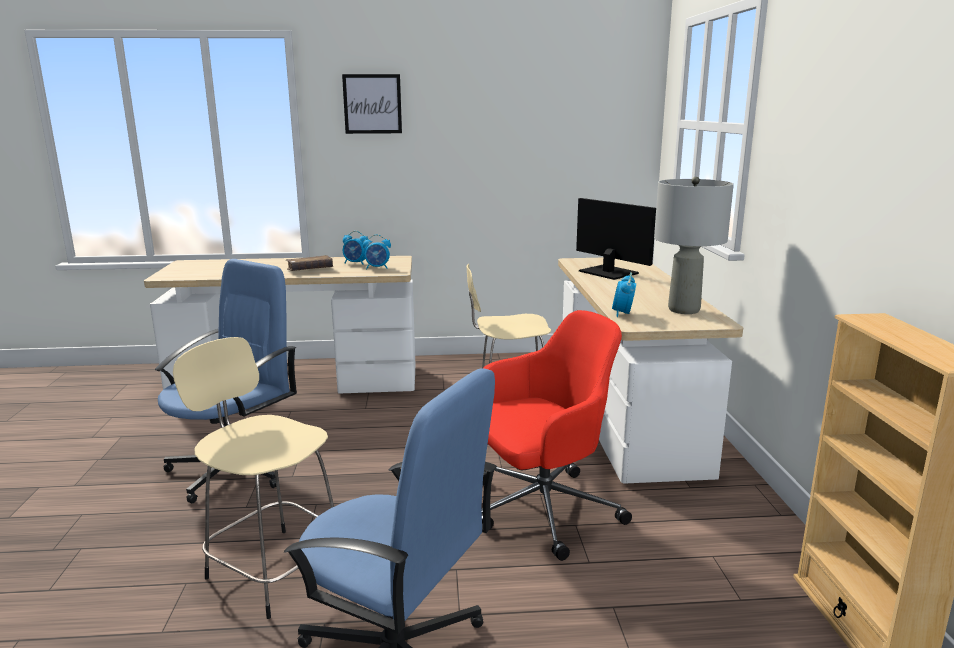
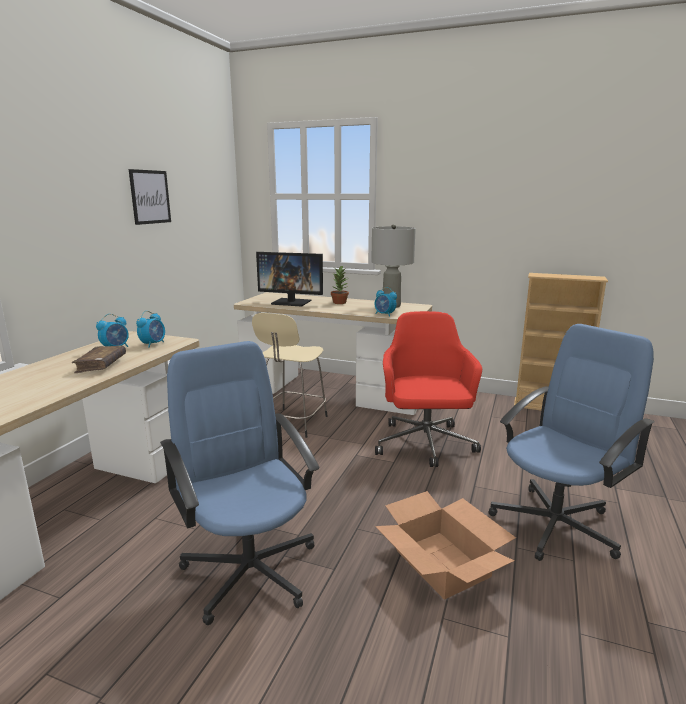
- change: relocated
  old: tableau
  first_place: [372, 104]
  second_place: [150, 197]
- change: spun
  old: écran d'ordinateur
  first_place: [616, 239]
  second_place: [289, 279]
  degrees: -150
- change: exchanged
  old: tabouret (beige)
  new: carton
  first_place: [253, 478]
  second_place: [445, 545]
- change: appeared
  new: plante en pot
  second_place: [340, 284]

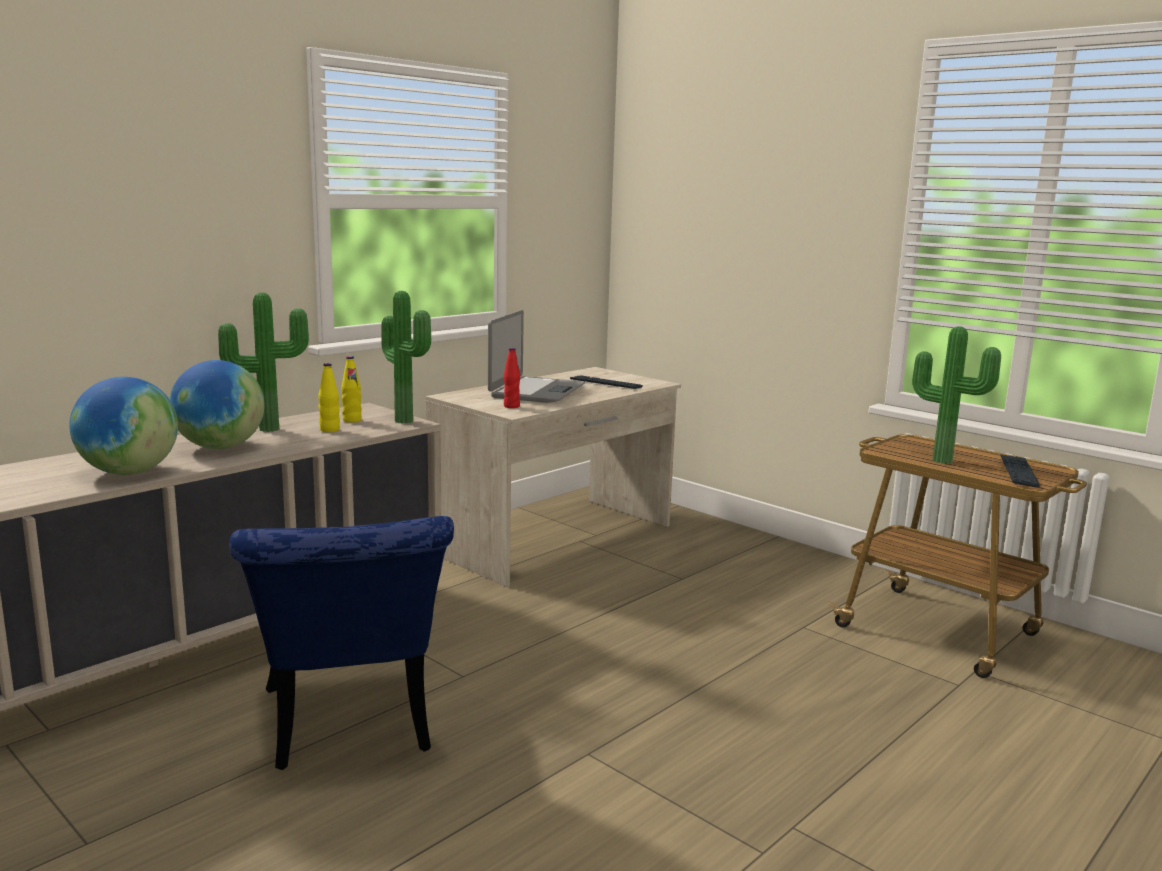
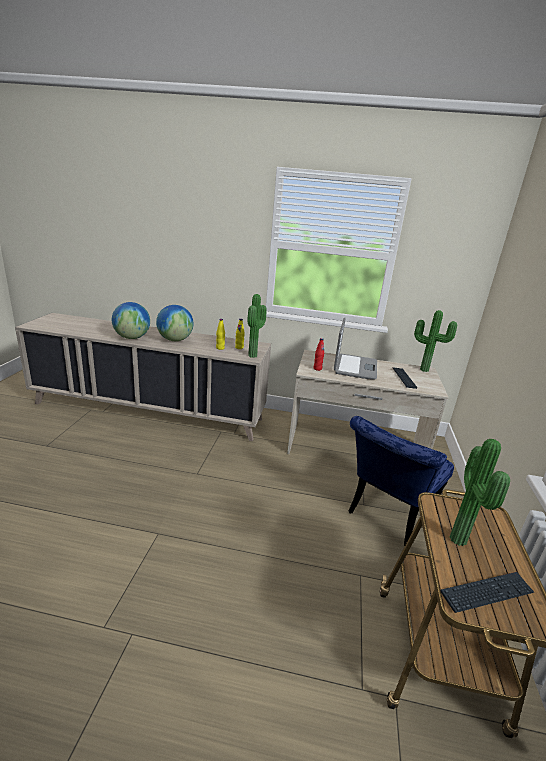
- change: relocated
  old: plante en pot
  first_place: [263, 362]
  second_place: [435, 341]
- change: spun
  old: ordinateur portable
  first_place: [536, 356]
  second_place: [355, 348]
  degrees: -60
- change: relocated
  old: chaise (bleu)
  first_place: [341, 643]
  second_place: [401, 481]

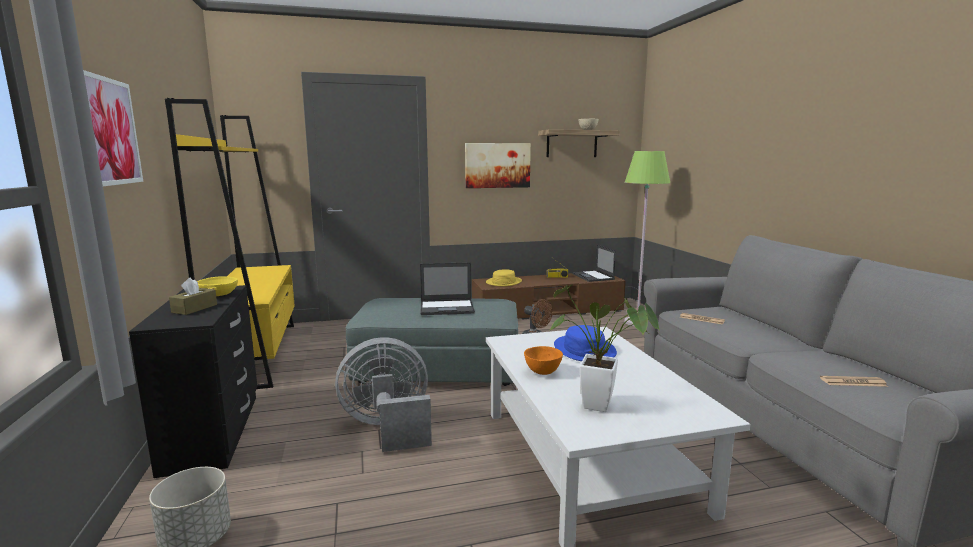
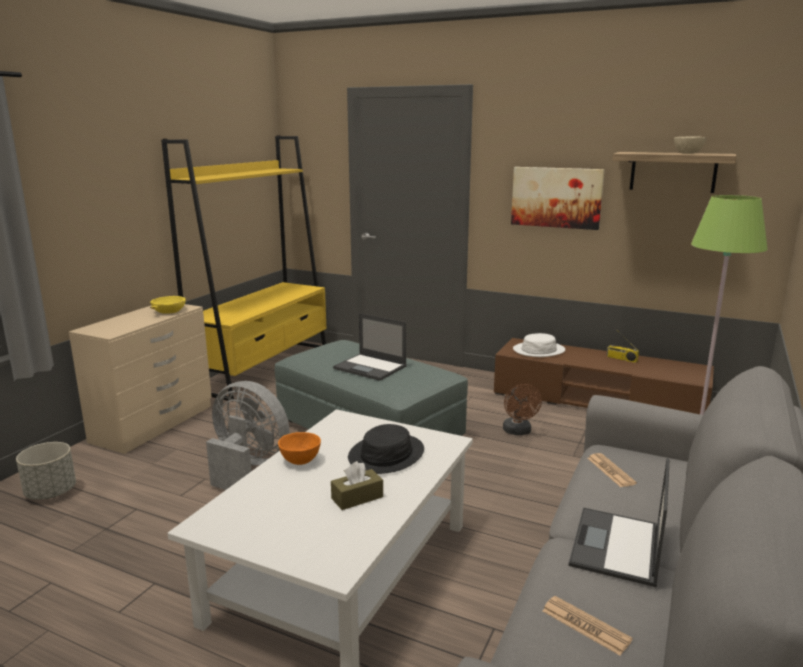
- change: missing
  old: tableau
  first_place: [113, 128]
- change: relocated
  old: ordinateur portable
  first_place: [594, 263]
  second_place: [619, 523]
- change: colour
  old: chapeau (jaune)
  new: chapeau (blanc)
  first_place: [504, 277]
  second_place: [539, 345]
- change: relocated
  old: boîte à mouchoirs (marron)
  first_place: [193, 296]
  second_place: [357, 485]
- change: missing
  old: plante en pot
  first_place: [605, 348]
- change: colour
  old: commode (noir)
  new: commode (beige)
  first_place: [193, 381]
  second_place: [140, 379]
- change: colour
  old: chapeau (bleu)
  new: chapeau (noir)
  first_place: [585, 343]
  second_place: [386, 449]

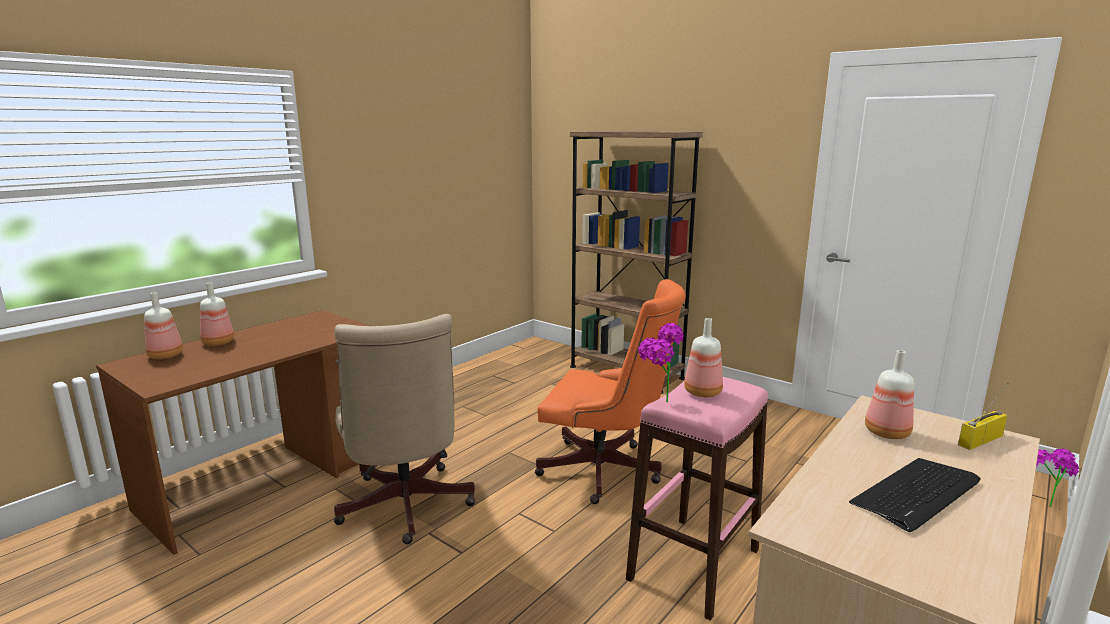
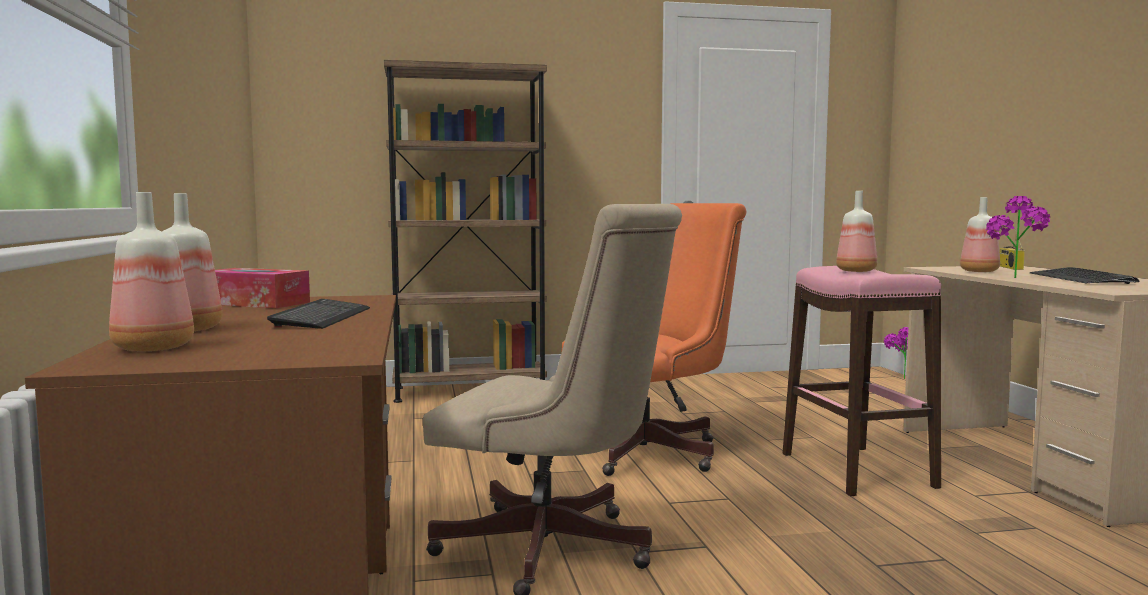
- change: relocated
  old: plante en pot
  first_place: [661, 362]
  second_place: [1018, 237]
- change: appeared
  new: boîte à mouchoirs
  second_place: [262, 288]
- change: appeared
  new: clavier
  second_place: [318, 314]

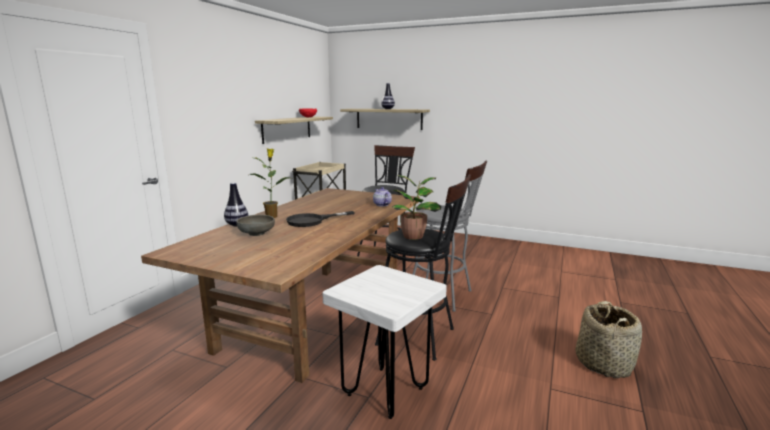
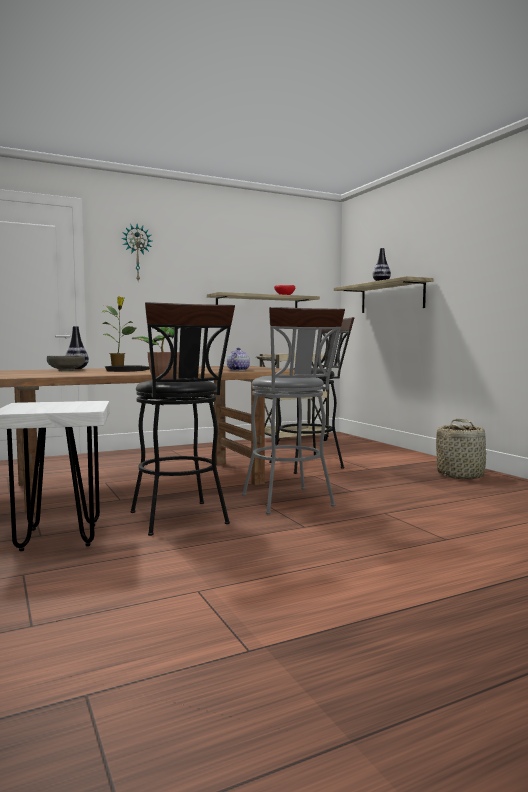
- change: relocated
  old: panier
  first_place: [609, 339]
  second_place: [461, 449]
- change: appeared
  new: horloge murale
  second_place: [136, 252]

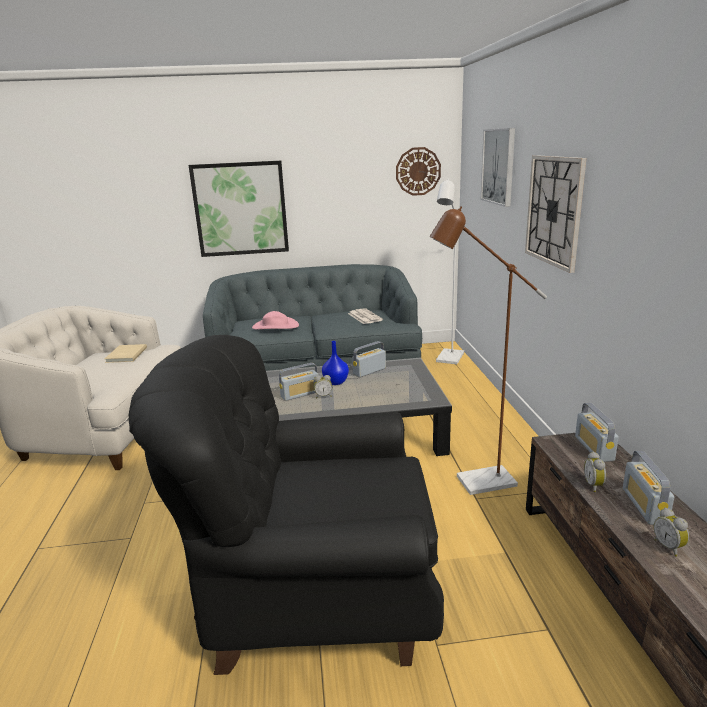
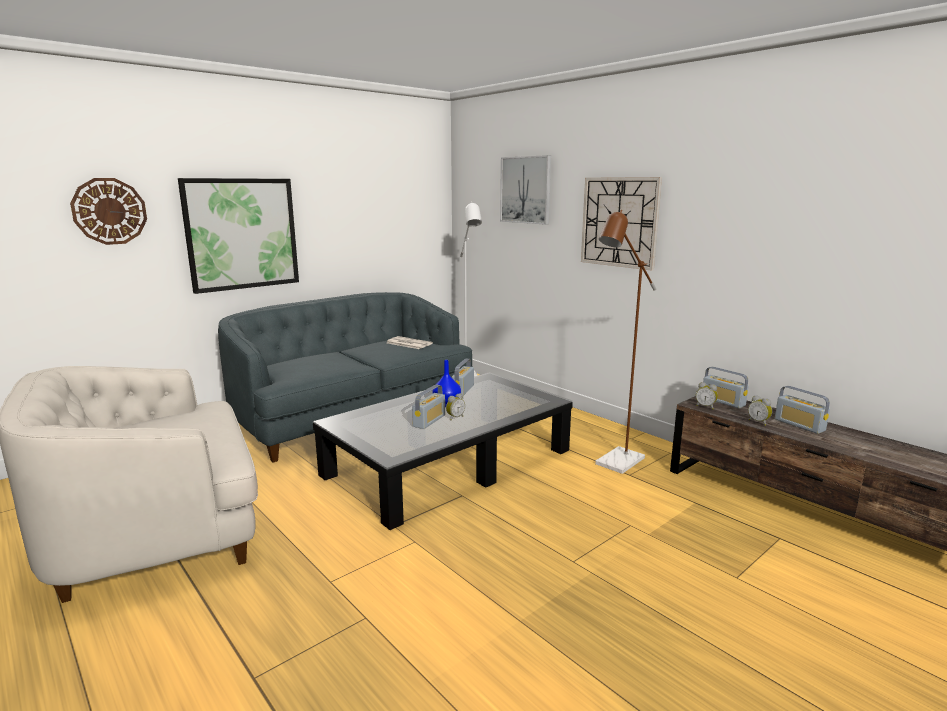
- change: relocated
  old: horloge murale
  first_place: [418, 171]
  second_place: [108, 211]
- change: missing
  old: chapeau (rose)
  first_place: [275, 320]
- change: missing
  old: fauteuil (noir)
  first_place: [286, 505]
- change: missing
  old: livre (beige)
  first_place: [125, 353]
- change: relocated
  old: réveil
  first_place: [671, 532]
  second_place: [707, 395]

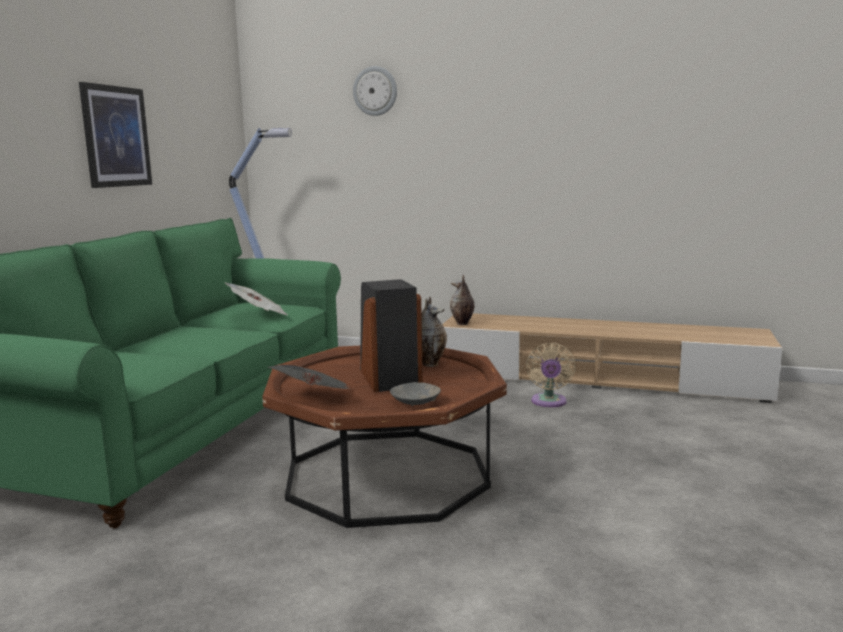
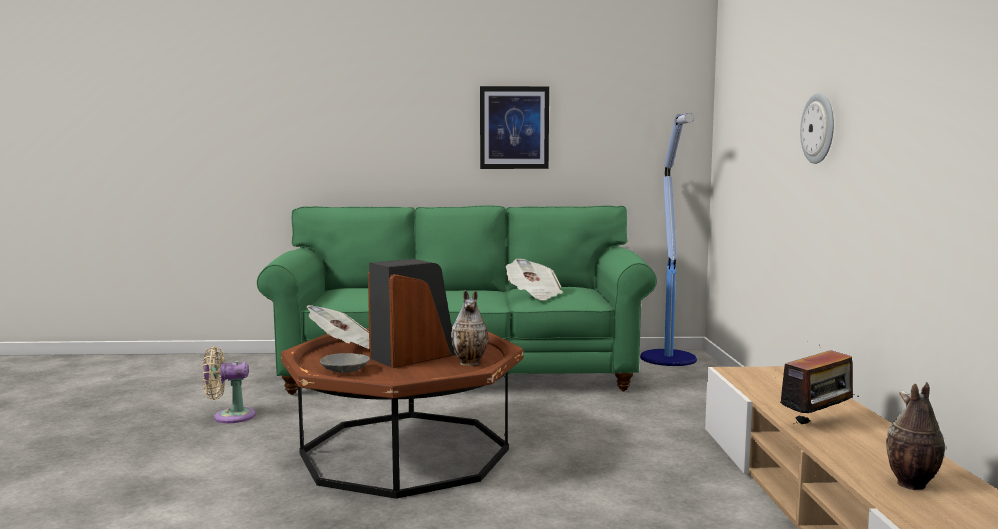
- change: relocated
  old: horloge murale
  first_place: [375, 91]
  second_place: [817, 128]
- change: relocated
  old: vase
  first_place: [462, 300]
  second_place: [915, 436]
- change: relocated
  old: ventilateur (beige)
  first_place: [551, 375]
  second_place: [229, 384]
- change: appeared
  new: radio
  second_place: [817, 384]

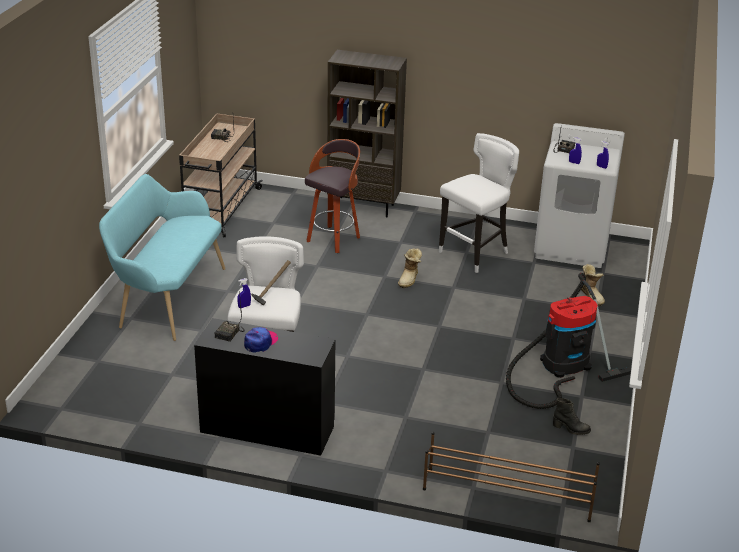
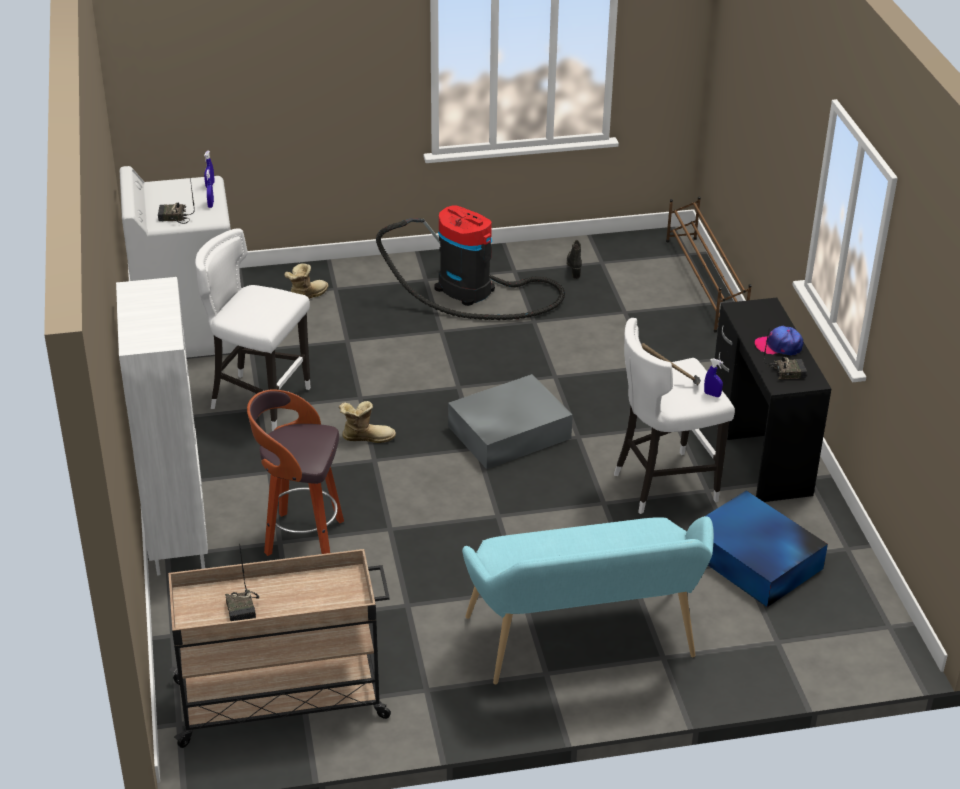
- change: colour
  old: bibliothèque (marron)
  new: bibliothèque (blanc)
  first_place: [367, 133]
  second_place: [162, 426]
- change: appeared
  new: boîte de rangement (gris)
  second_place: [510, 421]
- change: appeared
  new: boîte de rangement (bleu)
  second_place: [758, 548]

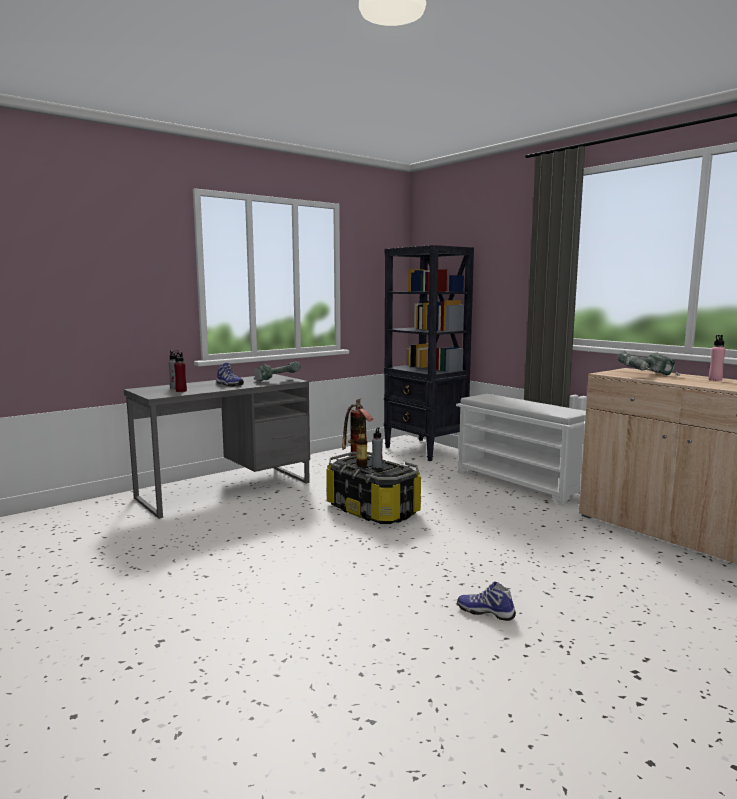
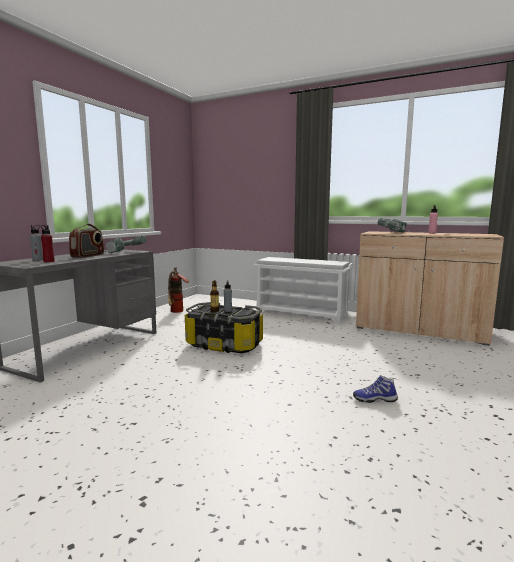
- change: missing
  old: bibliothèque (noir)
  first_place: [429, 353]
- change: exchanged
  old: chaussure
  new: radio
  first_place: [230, 375]
  second_place: [86, 241]

